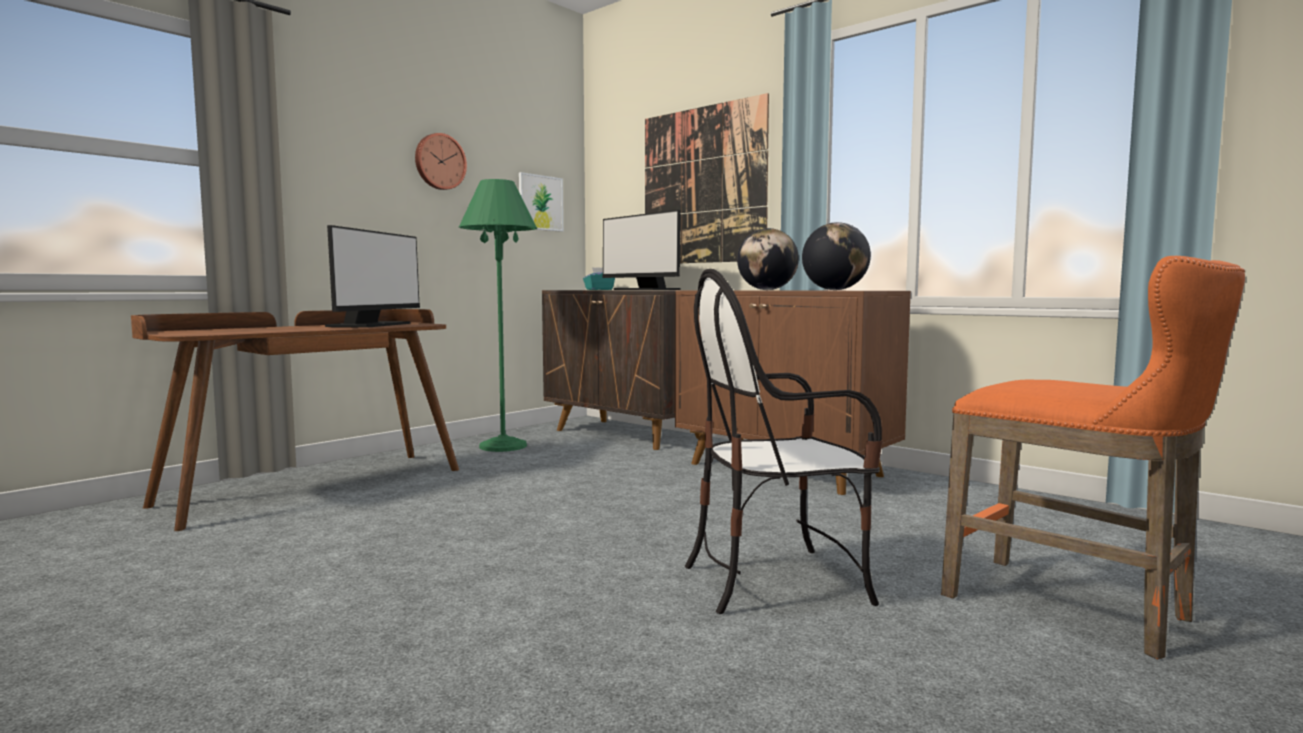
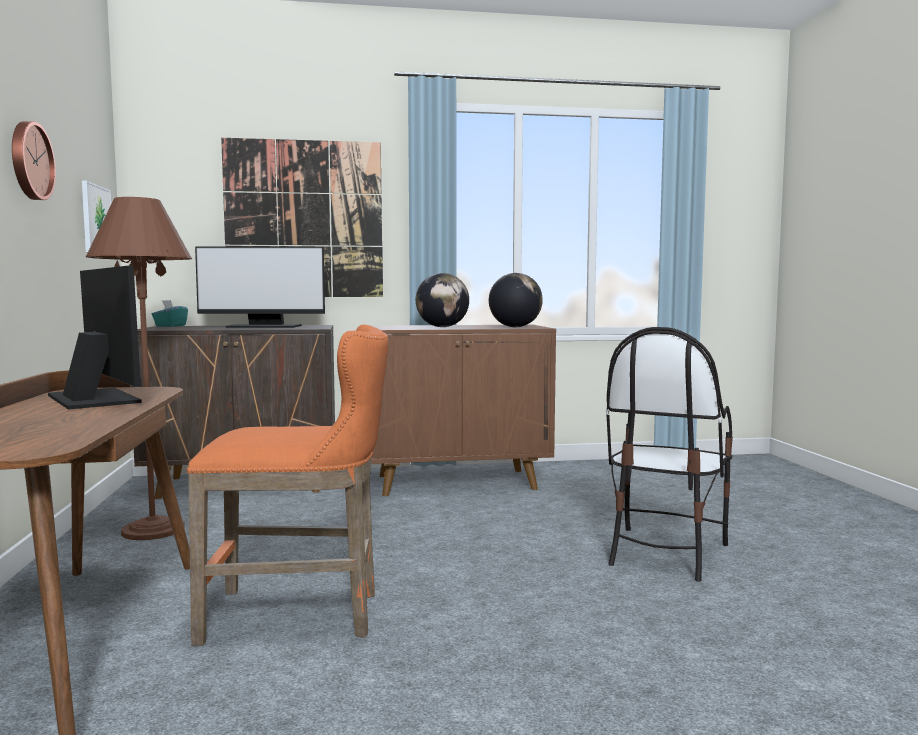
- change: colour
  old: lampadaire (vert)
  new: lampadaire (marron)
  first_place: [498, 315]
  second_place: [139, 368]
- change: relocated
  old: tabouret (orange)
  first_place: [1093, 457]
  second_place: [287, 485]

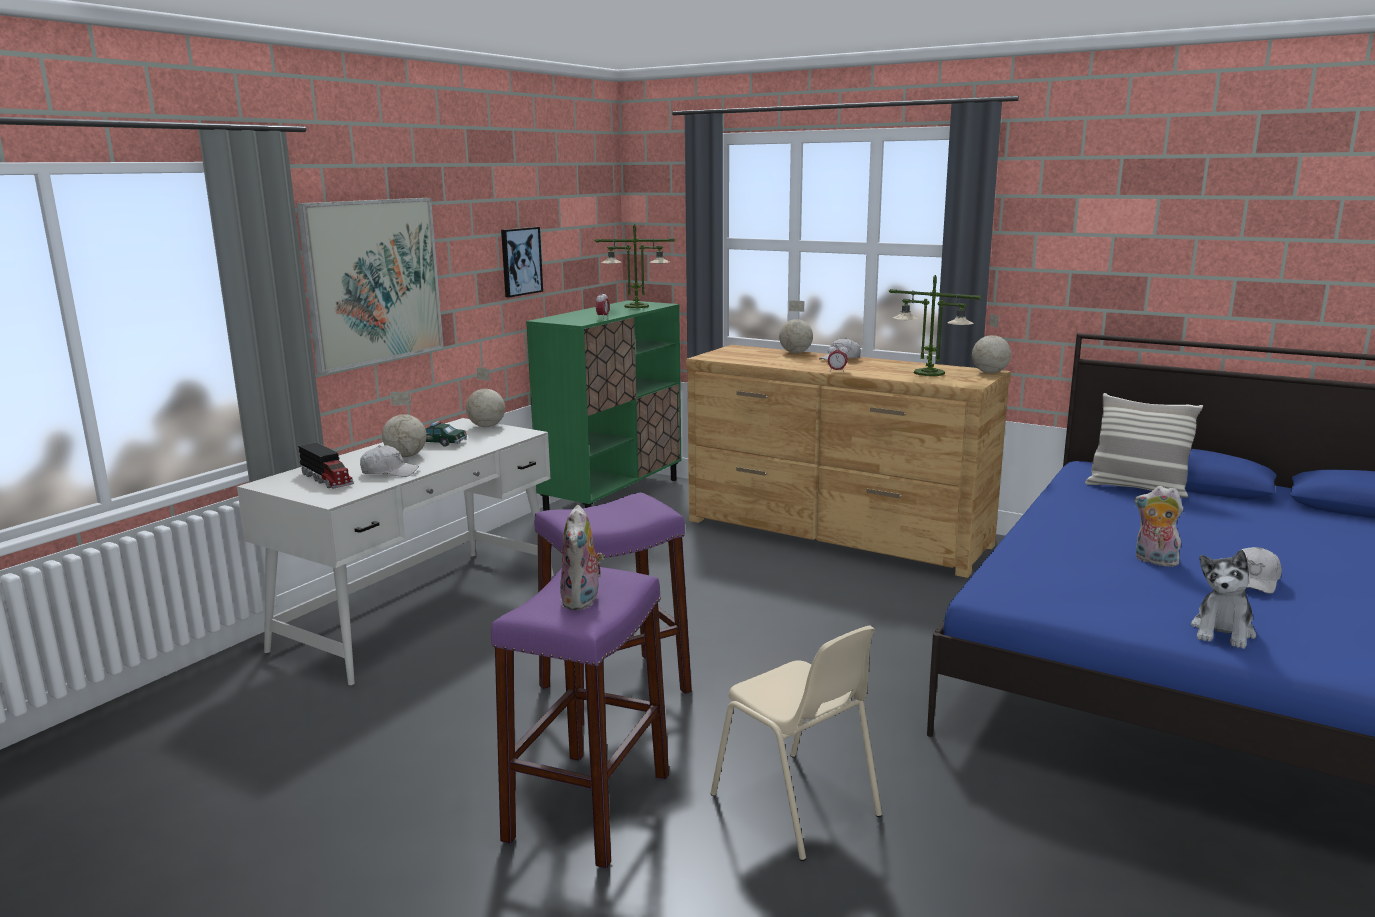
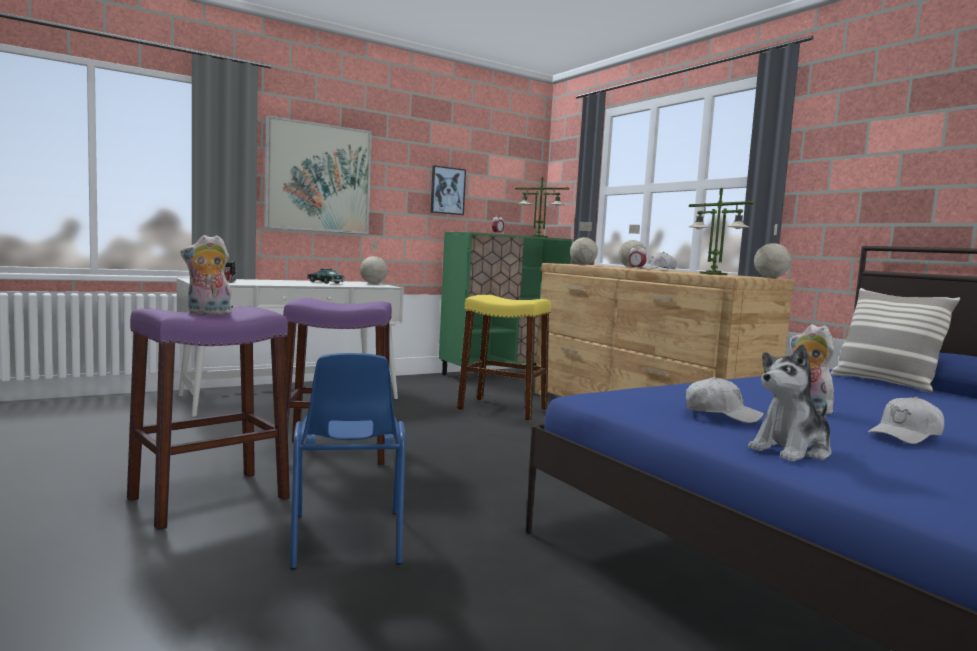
- change: relocated
  old: globe
  first_place: [404, 424]
  second_place: [584, 243]
- change: relocated
  old: casquette (blanc)
  first_place: [389, 461]
  second_place: [725, 400]
- change: spun
  old: peluche
  first_place: [582, 557]
  second_place: [207, 275]
  degrees: 45
- change: colour
  old: chaise (beige)
  new: chaise (bleu)
  first_place: [796, 743]
  second_place: [348, 461]
- change: appeared
  new: tabouret (jaune)
  second_place: [504, 358]

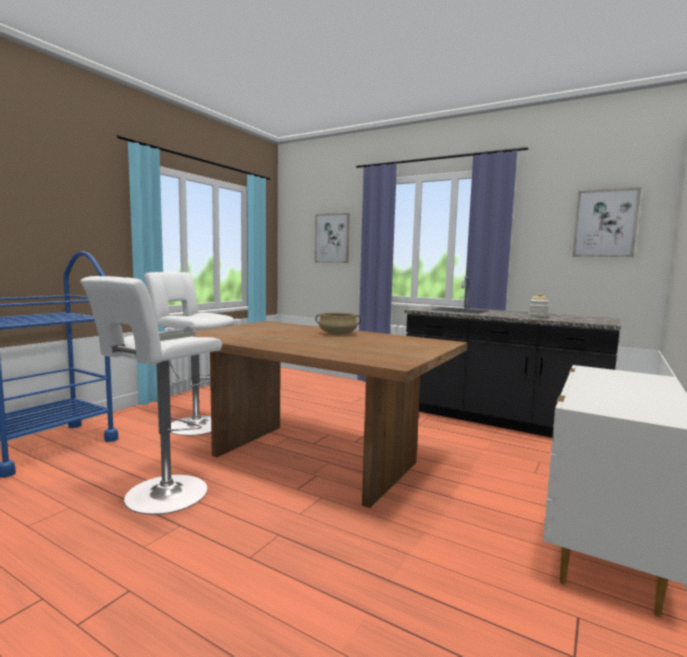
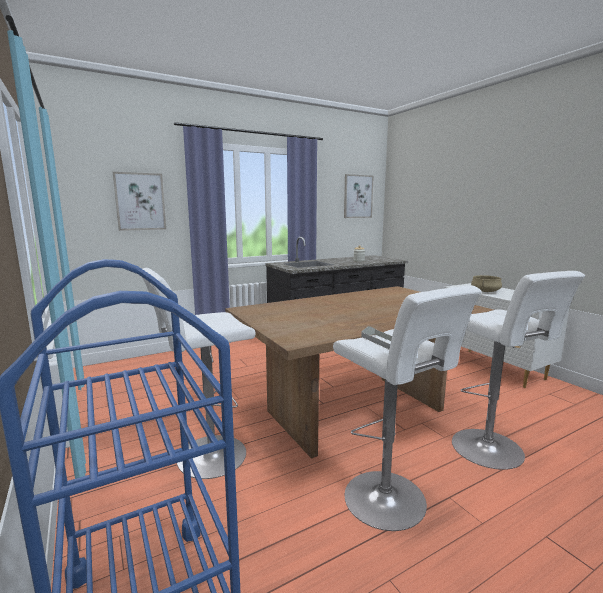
- change: relocated
  old: marmite (beige)
  first_place: [338, 323]
  second_place: [486, 283]
- change: appeared
  new: tabouret (blanc)
  second_place: [518, 370]

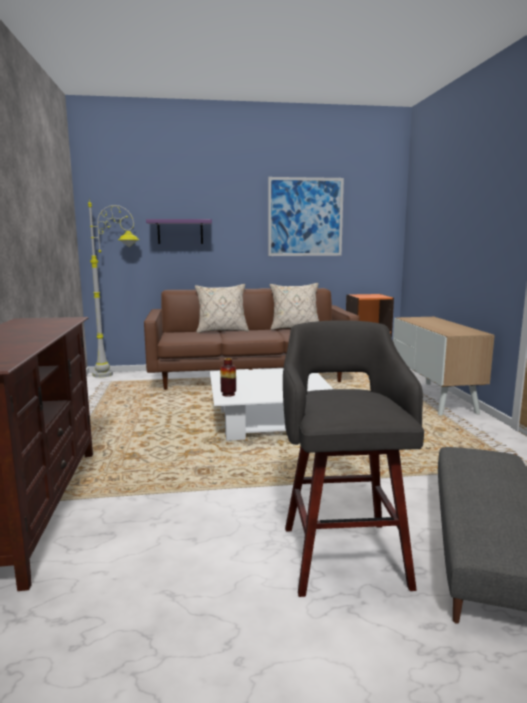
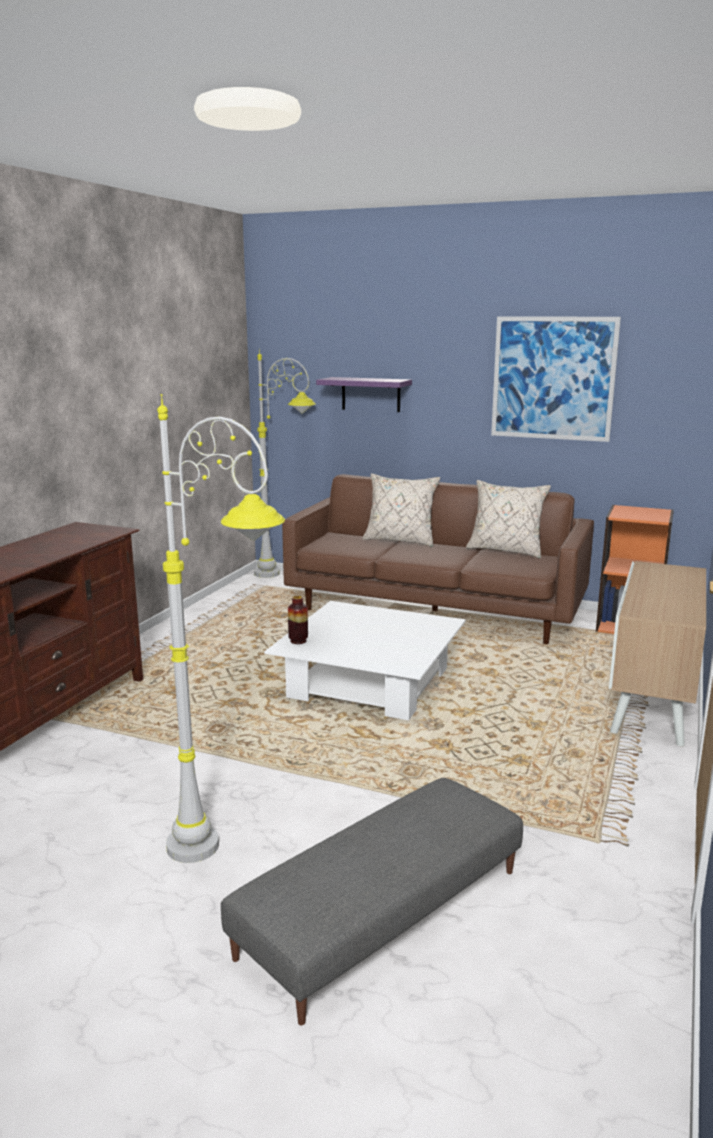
- change: exchanged
  old: tabouret (gris)
  new: lampadaire (gris)
  first_place: [353, 458]
  second_place: [221, 628]

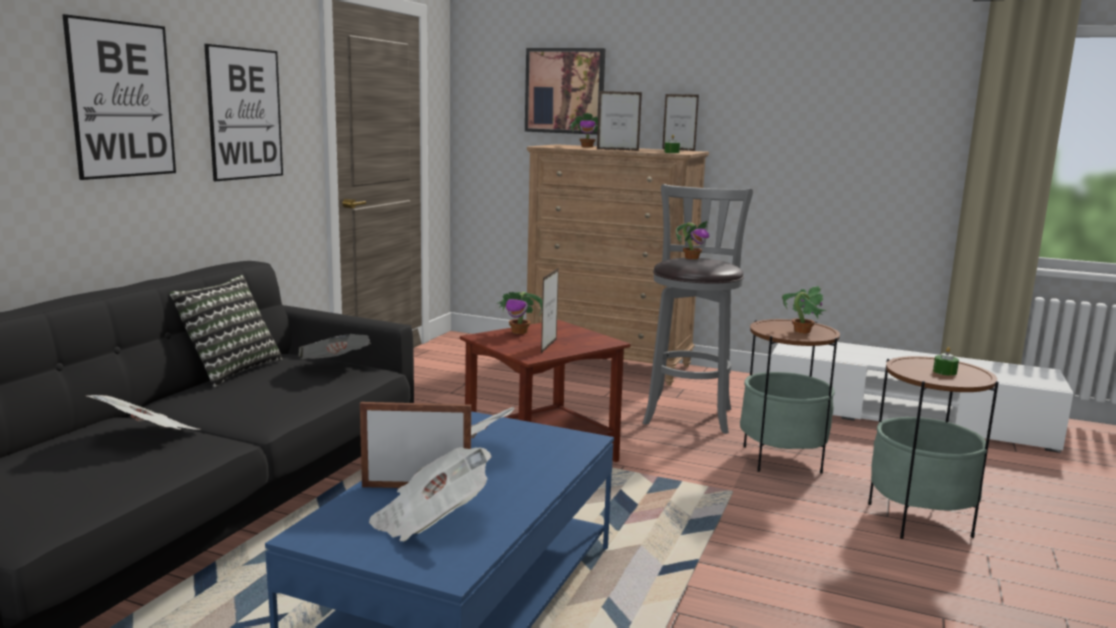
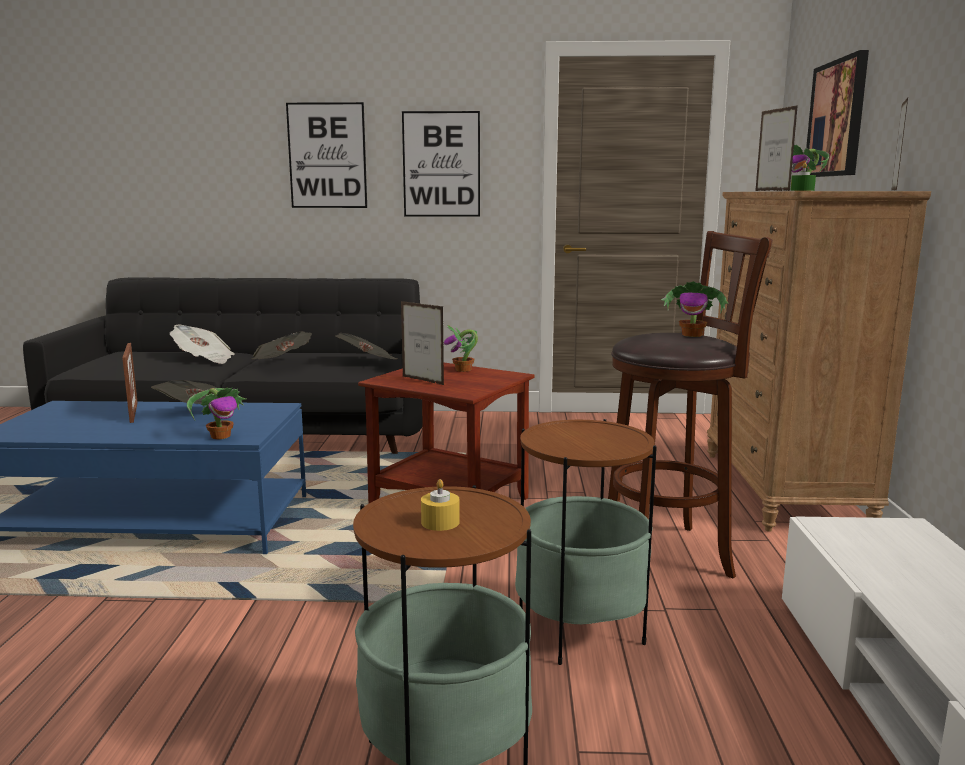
- change: colour
  old: tabouret (gris)
  new: tabouret (marron)
  first_place: [698, 309]
  second_place: [690, 405]
- change: spun
  old: cadre photo
  first_place: [550, 310]
  second_place: [422, 343]
  degrees: -135
- change: missing
  old: coussin
  first_place: [226, 331]
- change: relocated
  old: plante en pot
  first_place: [804, 310]
  second_place: [216, 413]
- change: colour
  old: bougie (vert)
  new: bougie (jaune)
  first_place: [946, 361]
  second_place: [440, 505]
- change: relocated
  old: journal
  first_place: [430, 494]
  second_place: [282, 345]

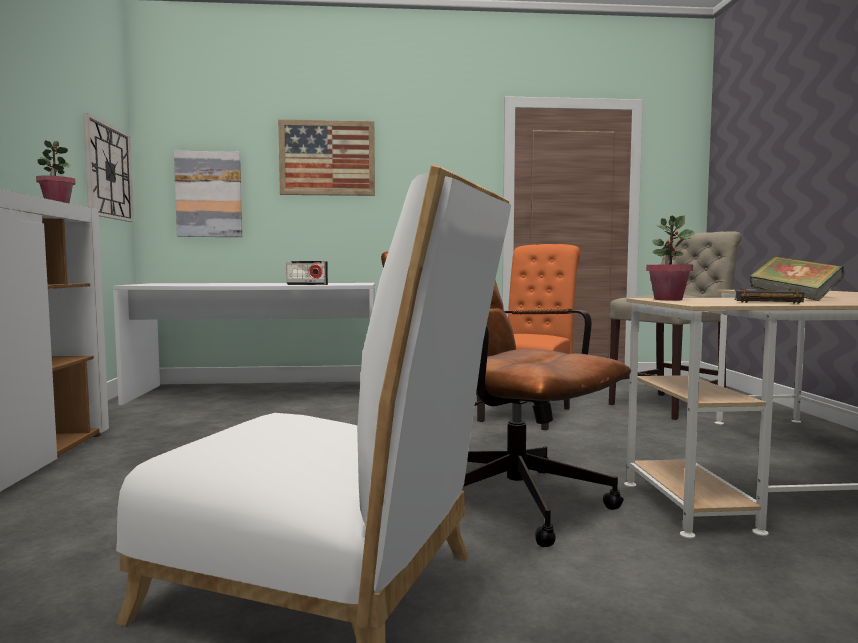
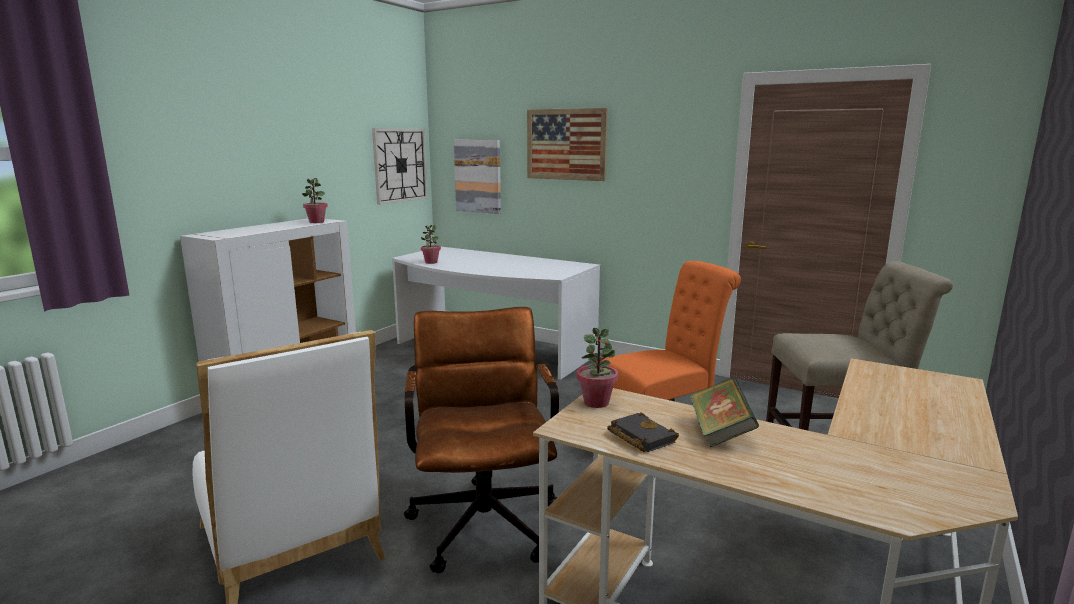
- change: missing
  old: radio
  first_place: [307, 273]
- change: appeared
  new: plante en pot
  second_place: [431, 244]

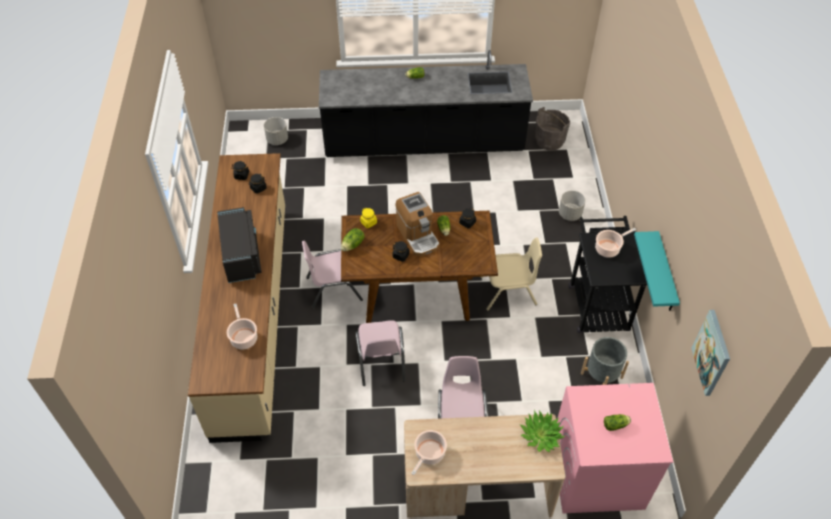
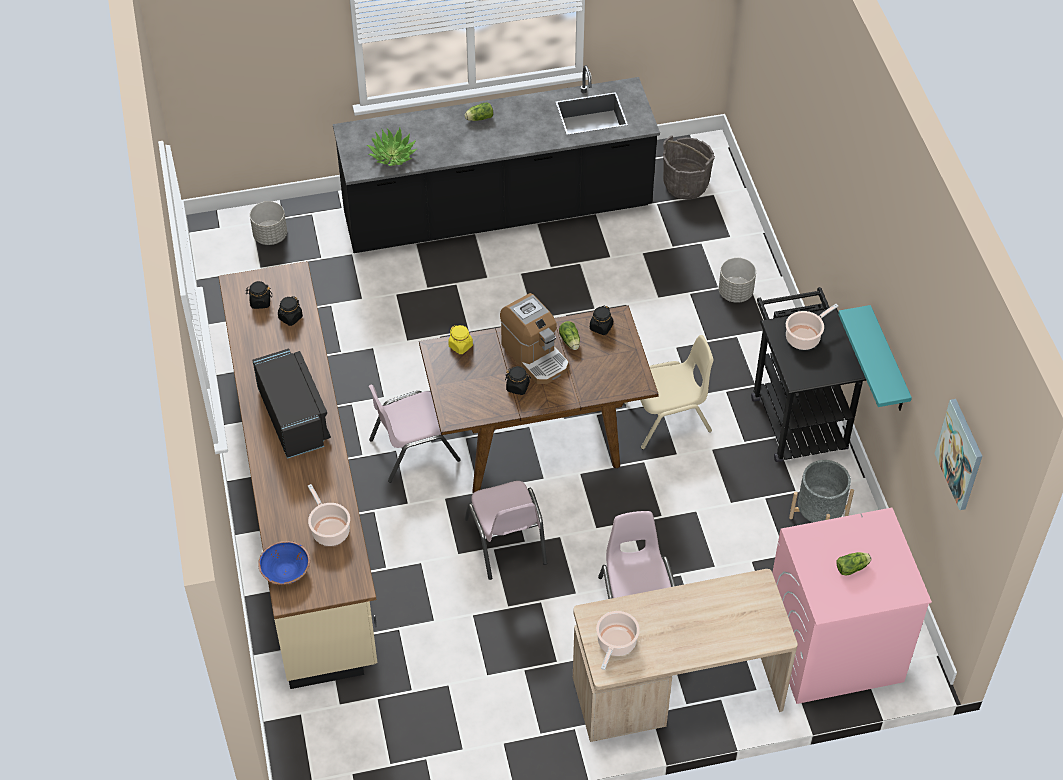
- change: missing
  old: laitue
  first_place: [353, 239]
- change: relocated
  old: plante en pot
  first_place: [542, 431]
  second_place: [392, 147]
- change: appeared
  new: bol (bleu)
  second_place: [284, 563]

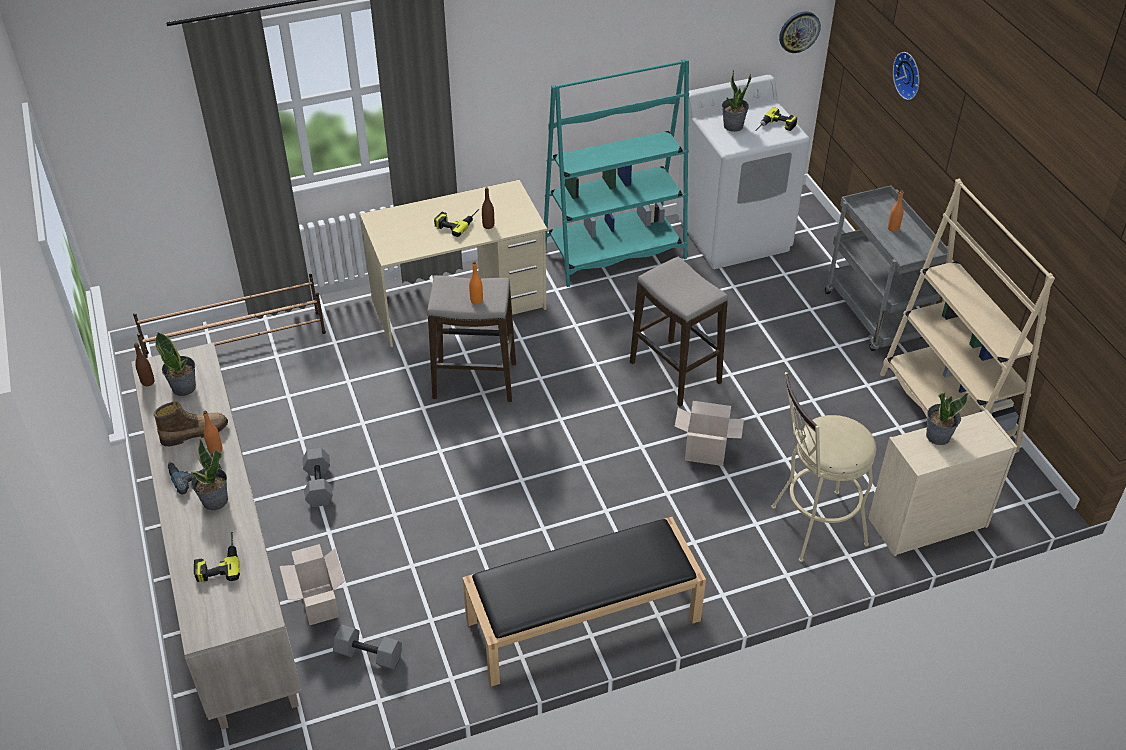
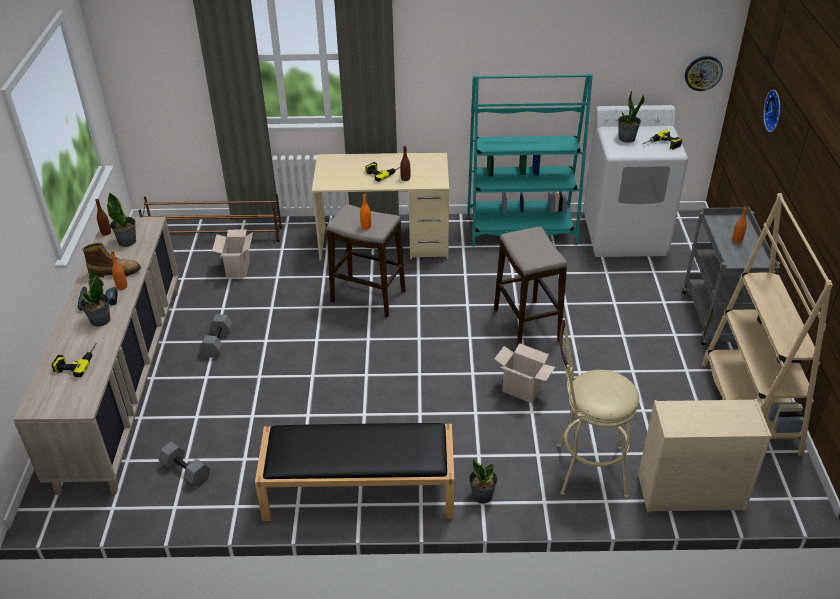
- change: relocated
  old: plante en pot
  first_place: [947, 418]
  second_place: [483, 481]
- change: relocated
  old: carton
  first_place: [312, 584]
  second_place: [232, 253]

